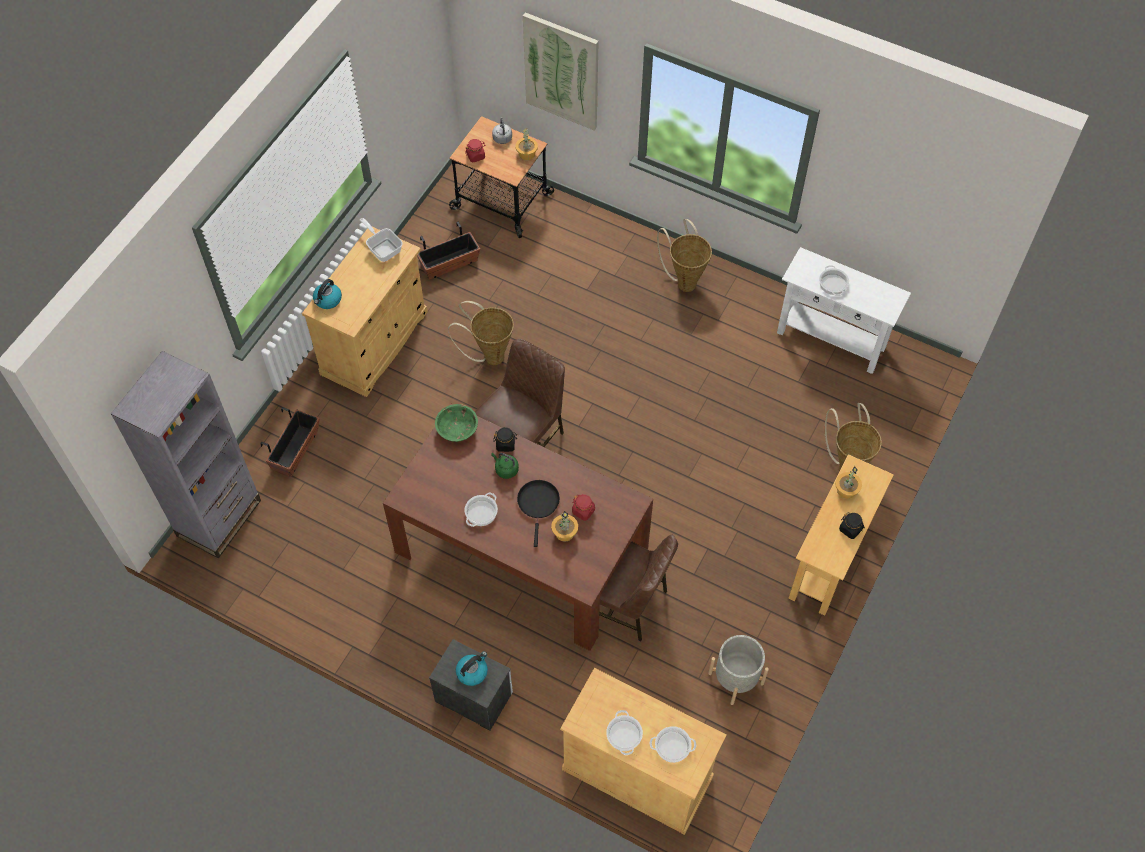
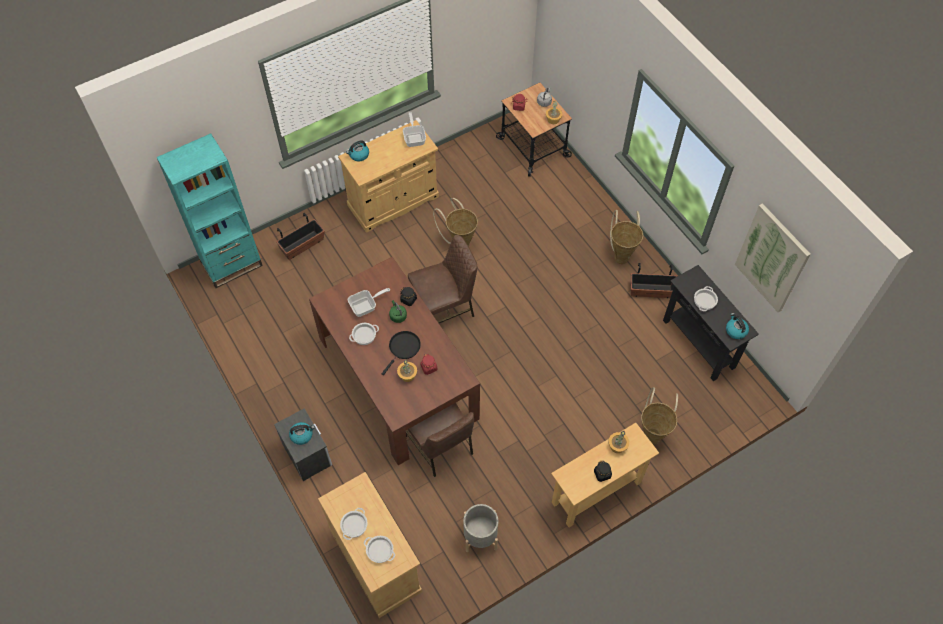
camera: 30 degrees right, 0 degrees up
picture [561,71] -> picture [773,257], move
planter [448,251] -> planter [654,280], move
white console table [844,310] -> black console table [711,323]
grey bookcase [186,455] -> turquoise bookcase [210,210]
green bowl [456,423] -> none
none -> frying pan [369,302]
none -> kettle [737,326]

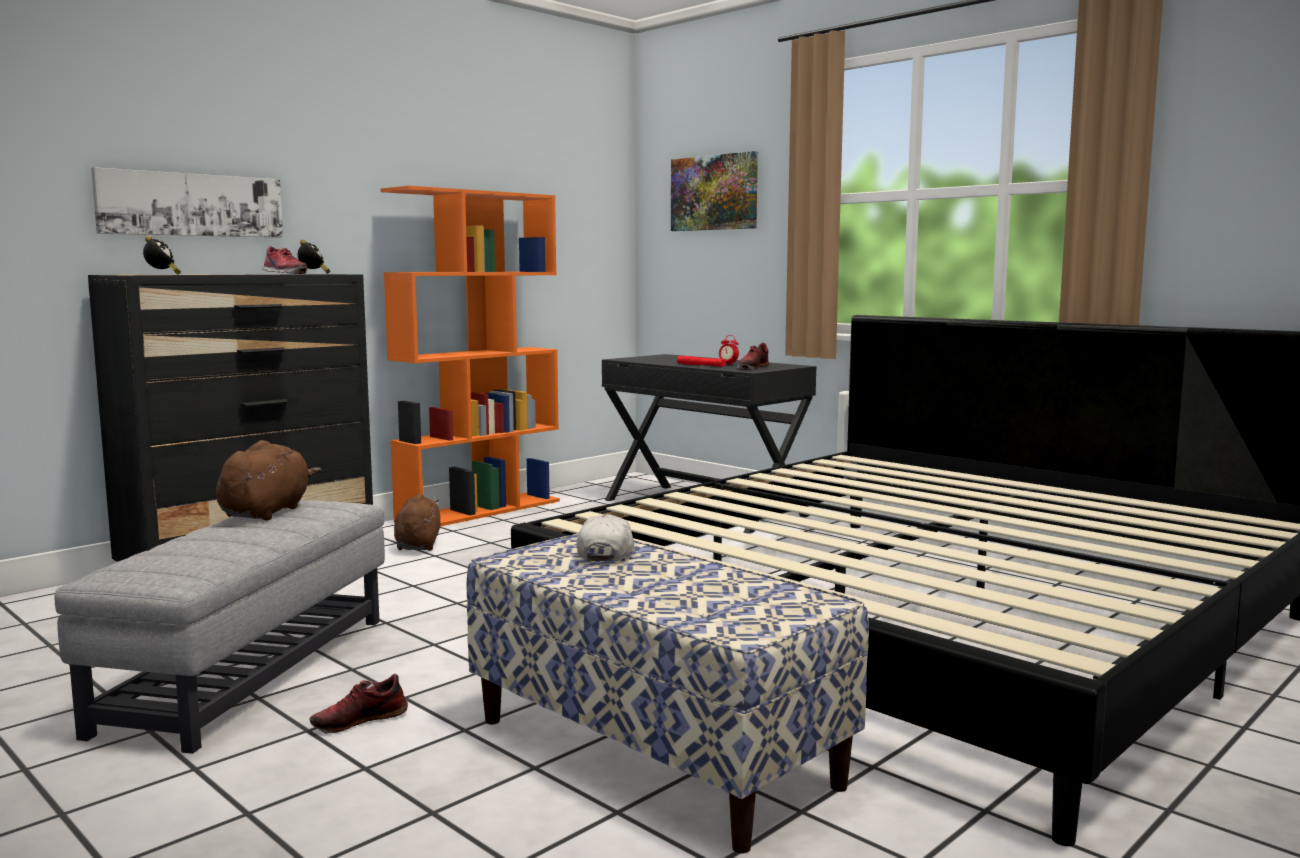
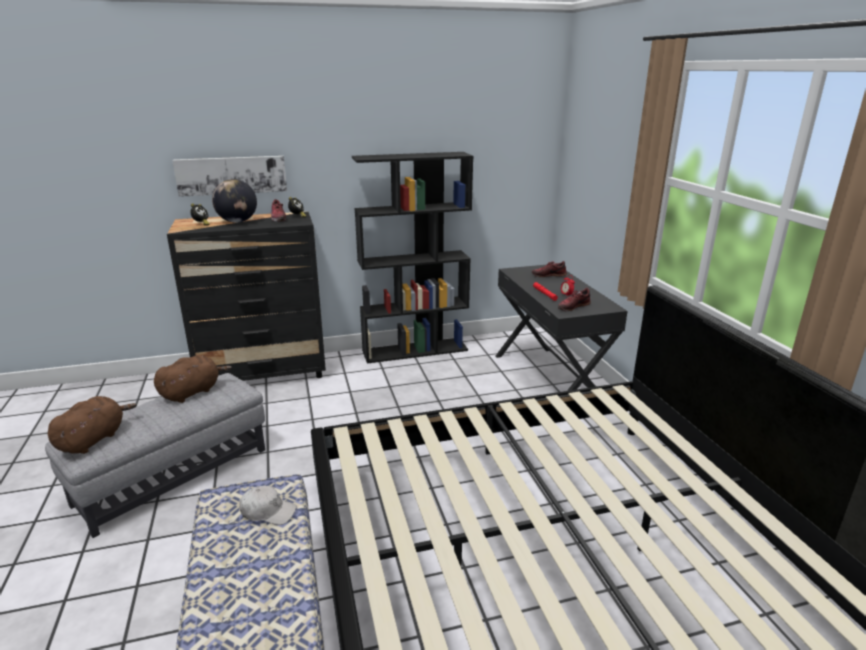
camera: 30 degrees right, 15 degrees up
picture [714,191] -> none
orange bookcase [470,356] -> black bookcase [412,257]
brown plush toy [417,522] -> brown plush toy [92,425], move
white cap [606,537] -> white cap [268,505], 60 degrees clockwise
shoe [358,704] -> shoe [549,269], move
none -> globe [234,201]

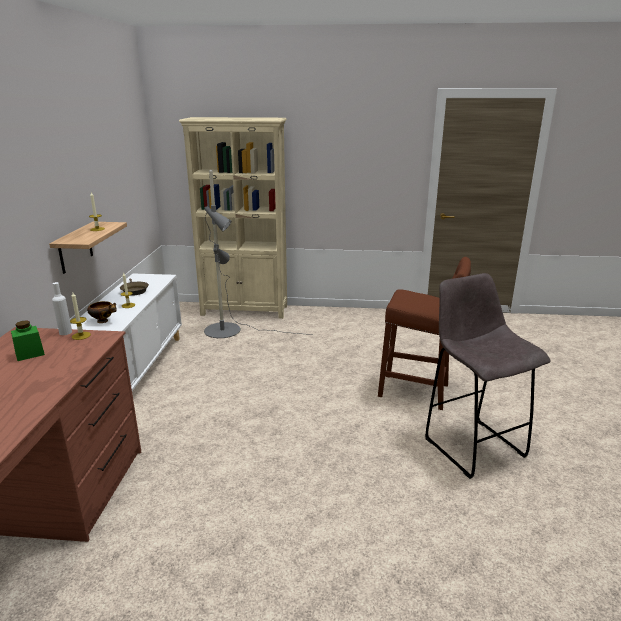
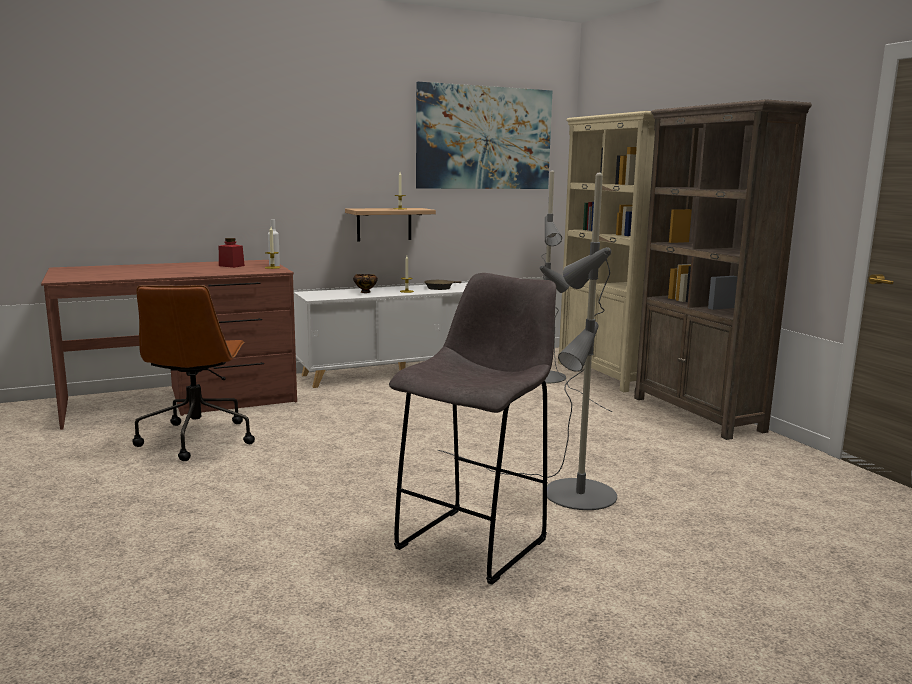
camera: 60 degrees right, 10 degrees down
brown stool [424,333] -> grey floor lamp [527,341]
green jar [28,340] -> red jar [232,253]
none -> picture [484,135]
none -> brown bookcase [723,269]
none -> brown office chair [193,373]

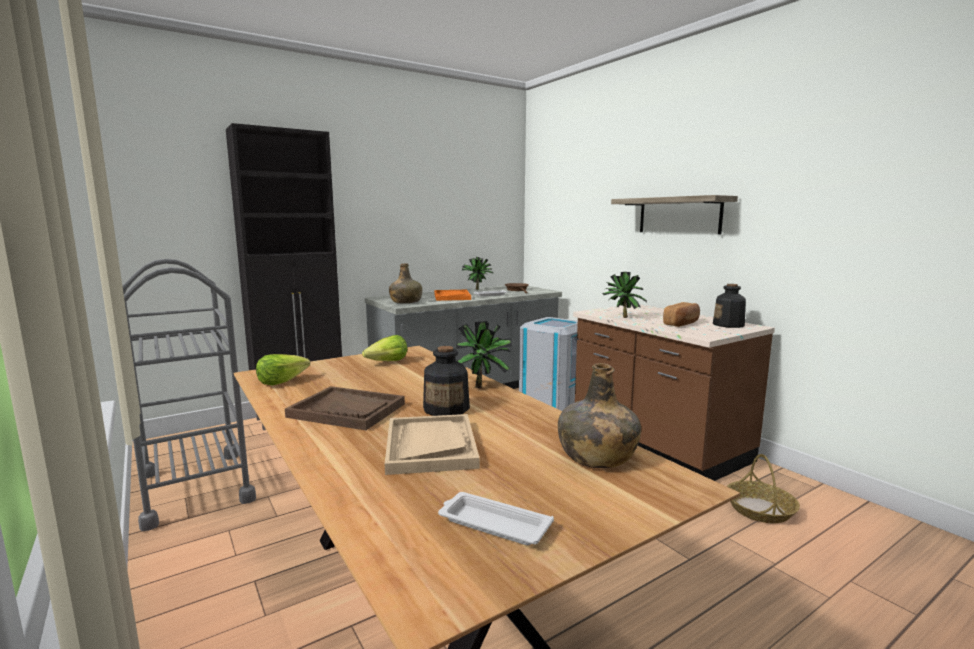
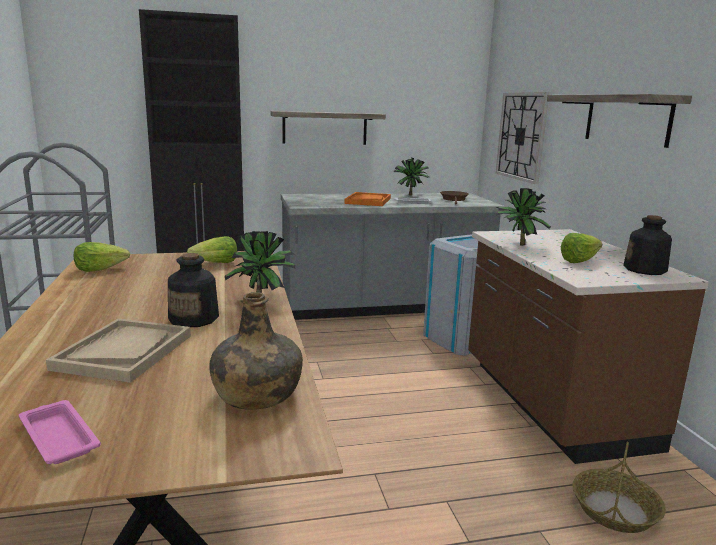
camera: 20 degrees right, 5 degrees up
green bottle [405,283] -> none
bread [681,314] -> lettuce [581,248]
brown tray [345,408] -> none
white tray [496,518] -> pink tray [60,432]
none -> wall clock [522,138]
none -> shelf [328,128]

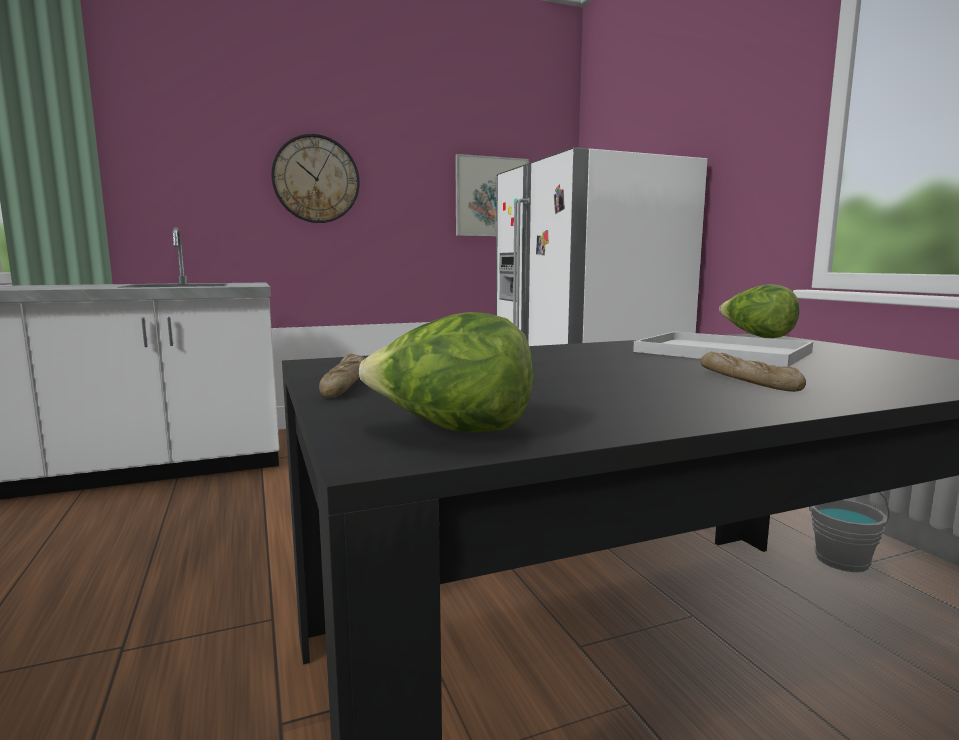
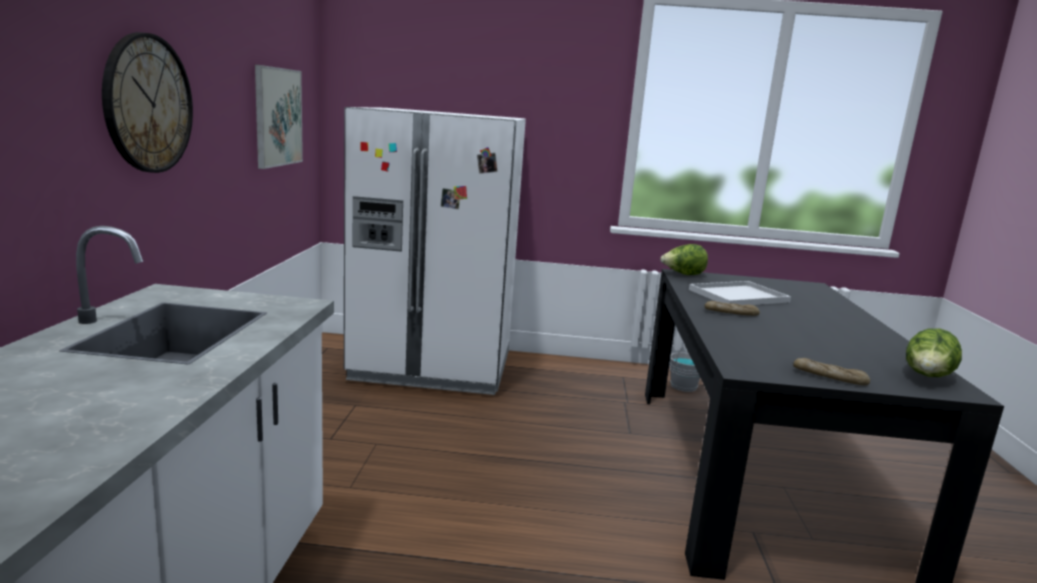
camera: 65 degrees left, 5 degrees up
bread [753,371] -> bread [732,308], move

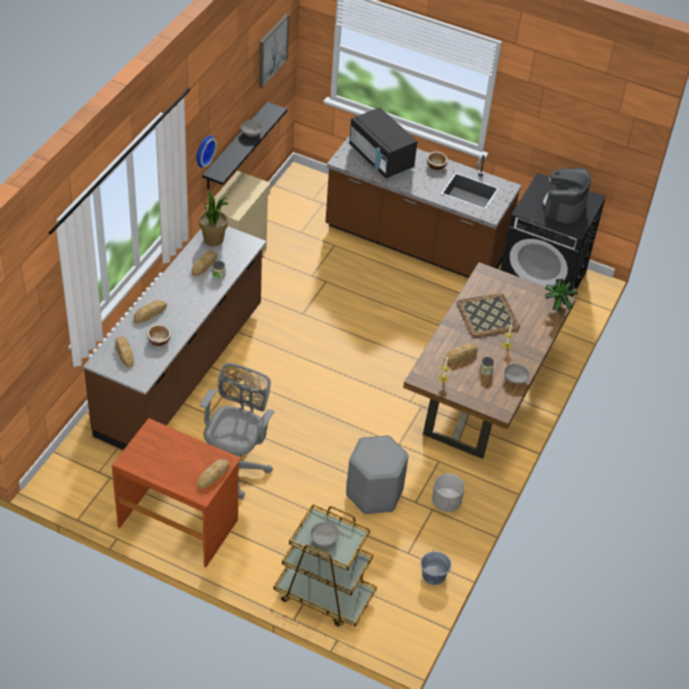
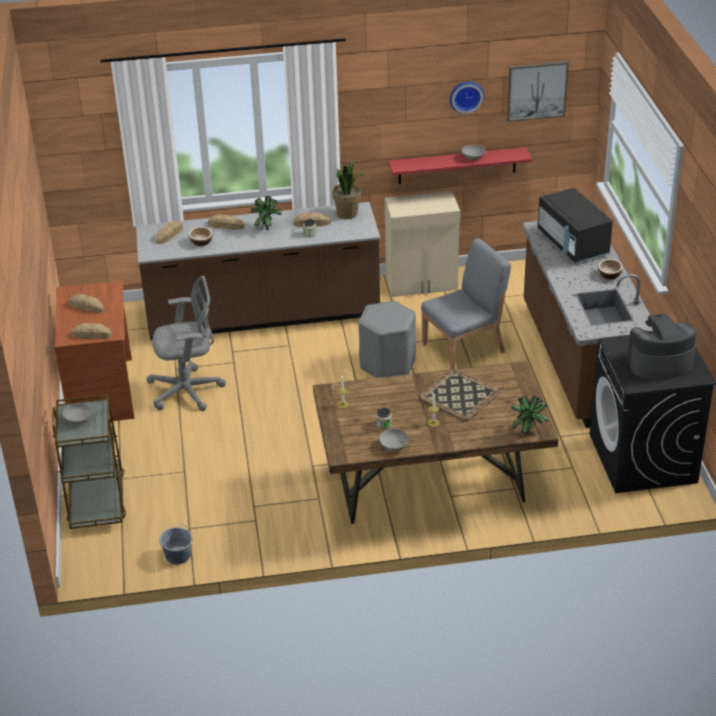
camera: 60 degrees right, 10 degrees down
black shelf [244,146] -> red shelf [460,165]
black microwave [383,142] -> black microwave [575,225], 45 degrees counterclockwise
wall clock [206,152] -> wall clock [467,98], move
bread [461,353] -> bread [86,303], move
grey stool [377,474] -> grey stool [387,339], move
grey planter [448,492] -> none
none -> potted plant [266,213]
none -> grey chair [466,304]

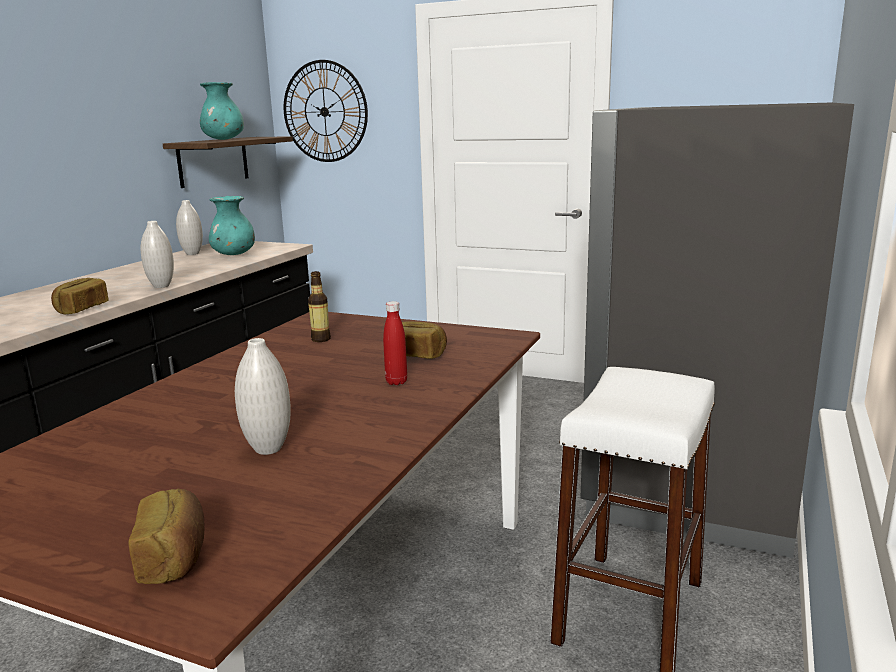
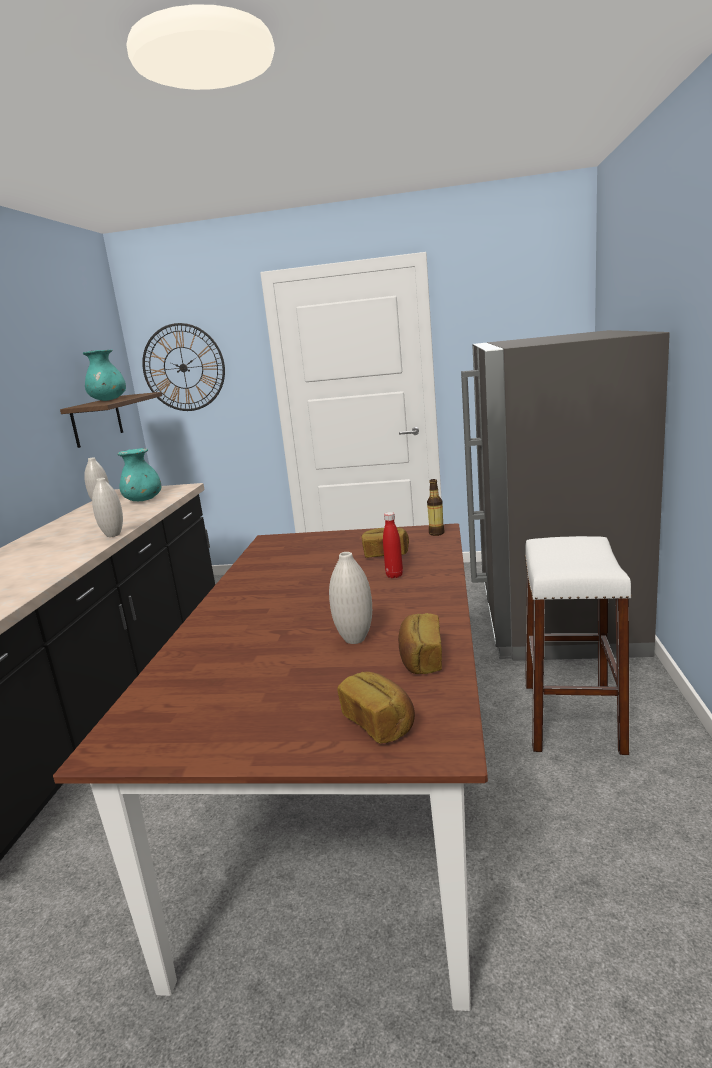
camera: 15 degrees left, 0 degrees up
bottle [319,306] -> bottle [435,507], move
bread [80,296] -> bread [420,643], move

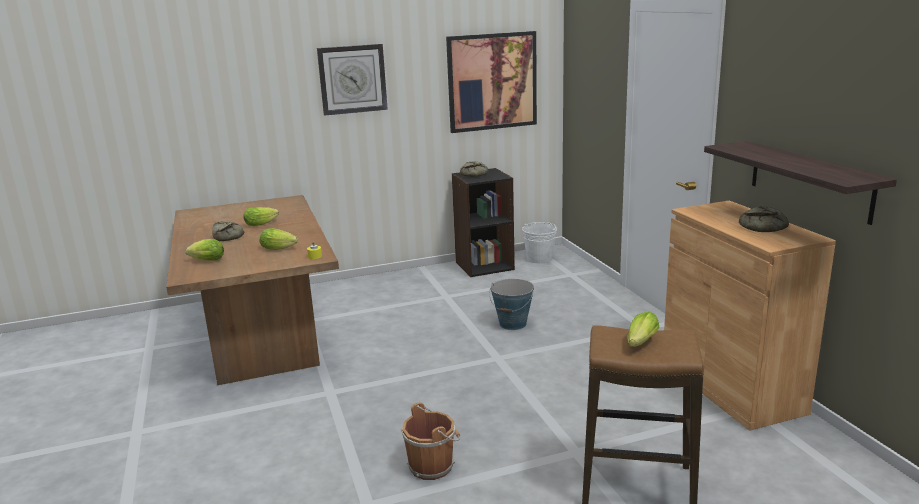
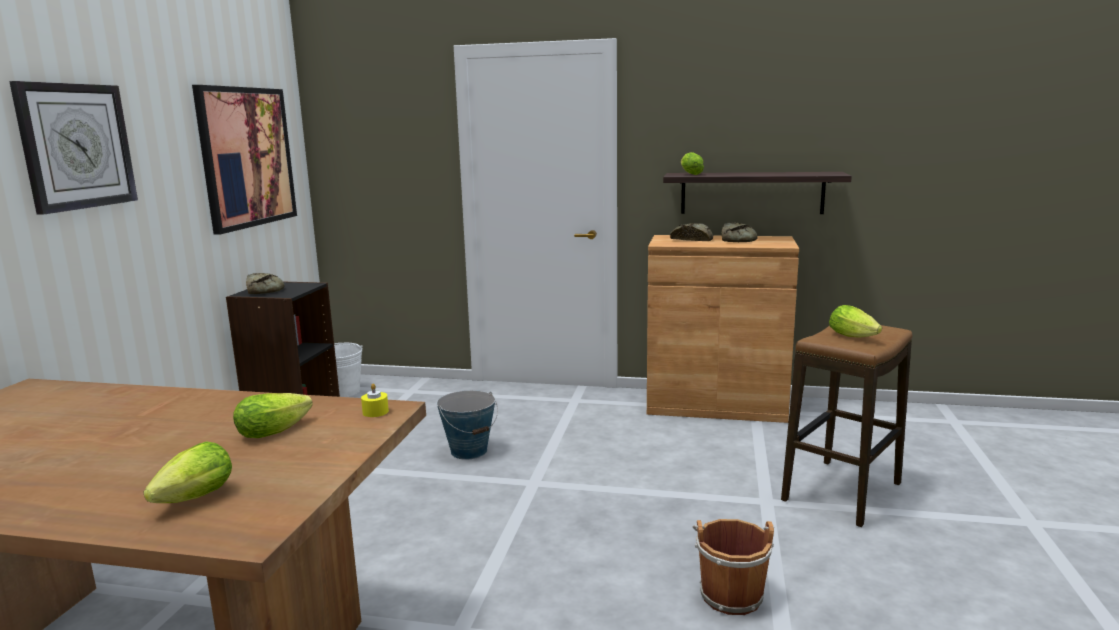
camera: 60 degrees left, 5 degrees down
lettuce [261,216] -> lettuce [692,163], move
bread [228,231] -> bread [691,232], move

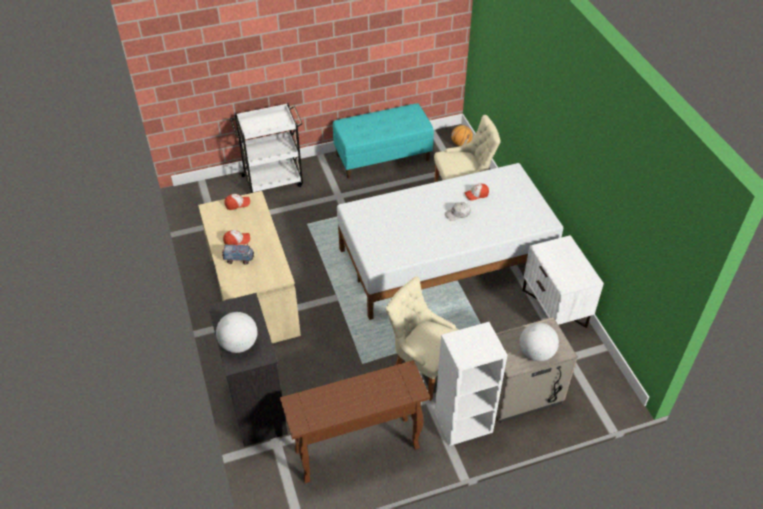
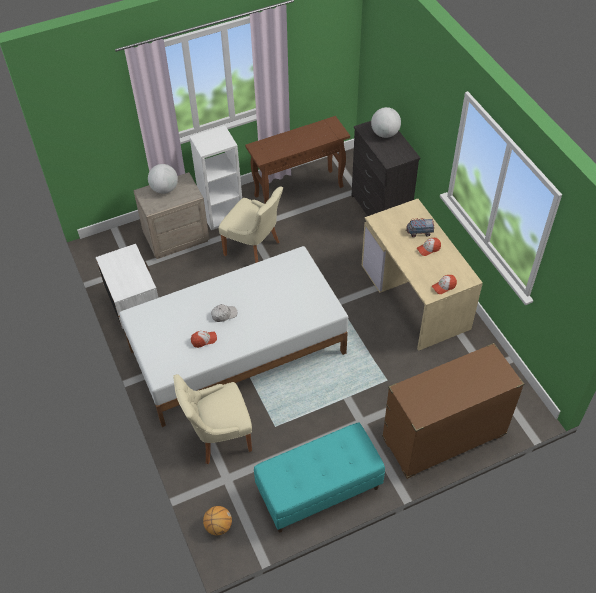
camera: 175 degrees right, 5 degrees up
white cart [266,148] -> brown dresser [453,411]

